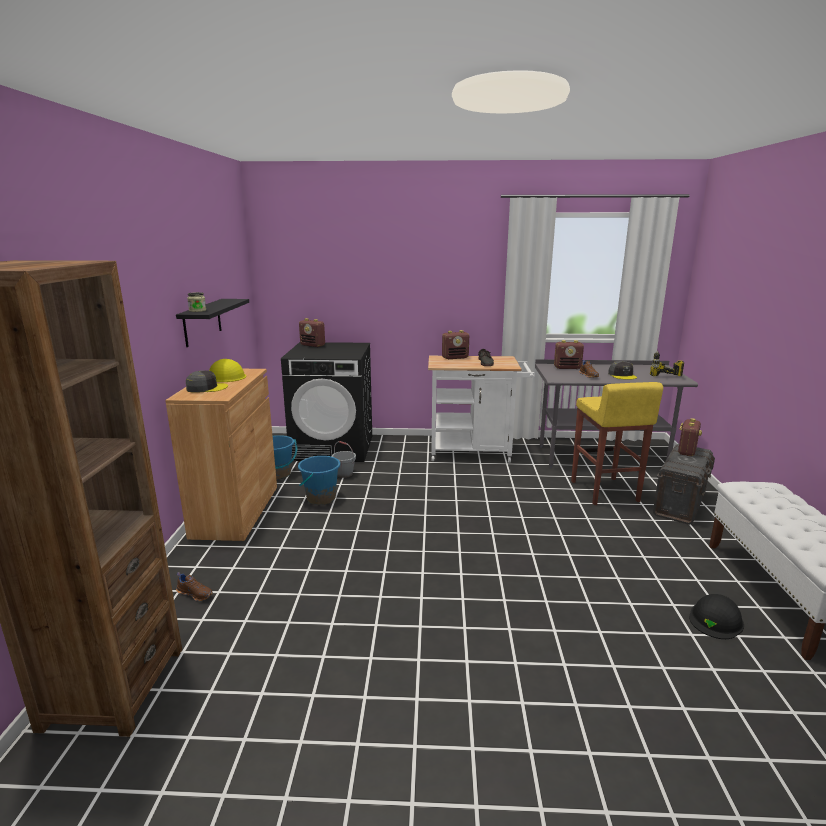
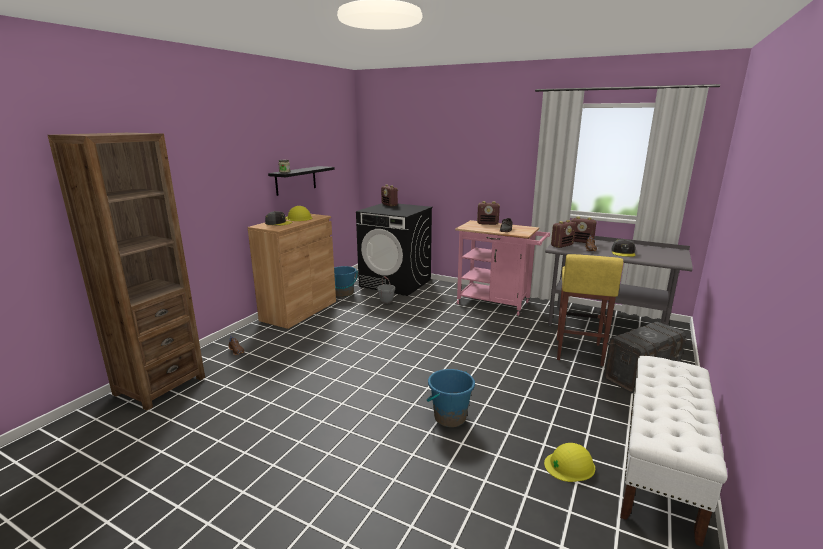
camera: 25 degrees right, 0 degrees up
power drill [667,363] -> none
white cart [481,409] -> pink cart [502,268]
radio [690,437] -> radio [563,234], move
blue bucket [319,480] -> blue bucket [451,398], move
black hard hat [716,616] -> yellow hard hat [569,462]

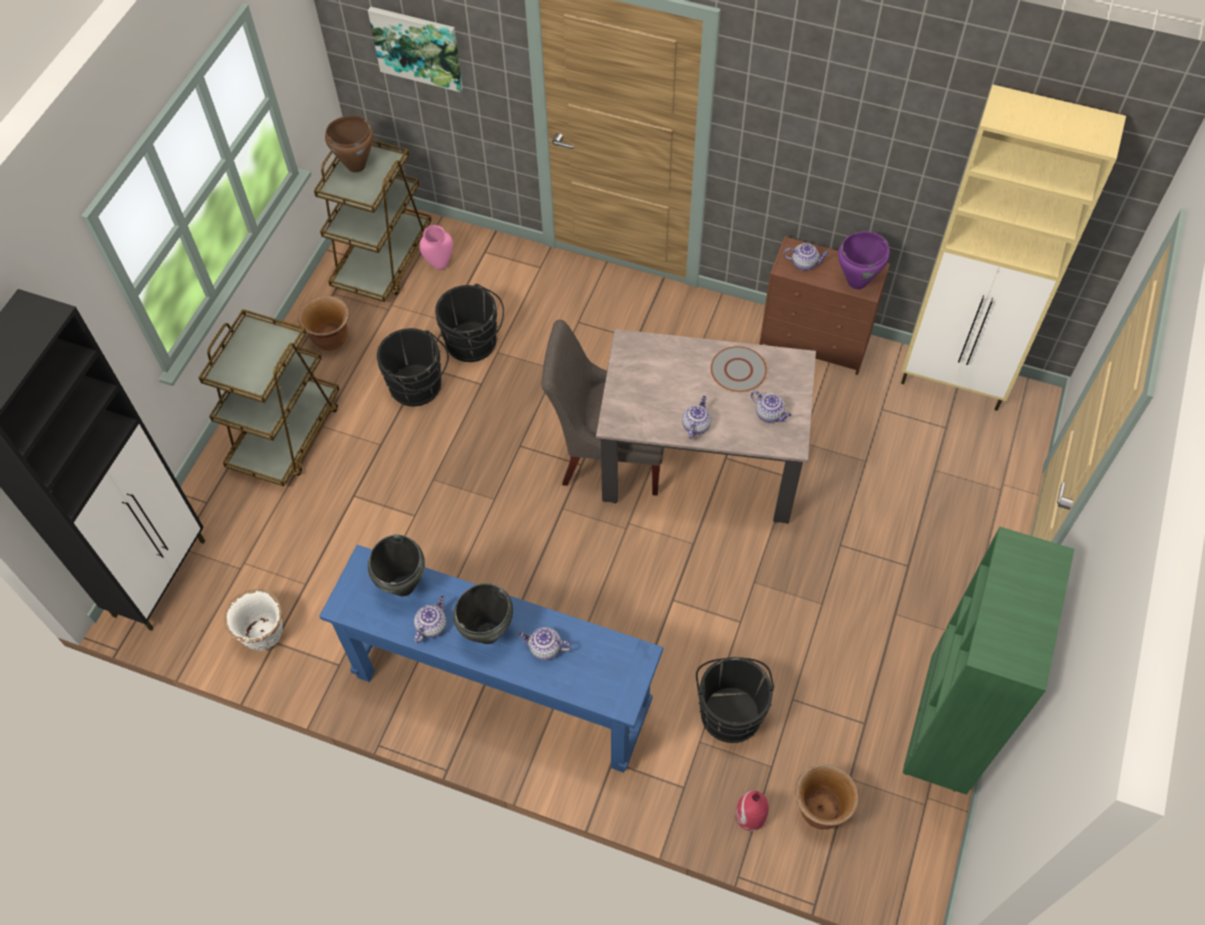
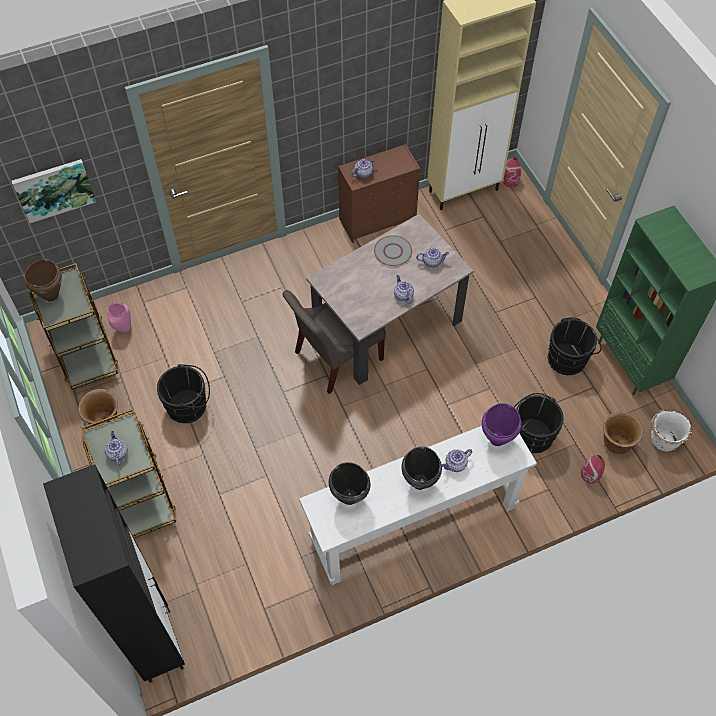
camera: 45 degrees left, 0 degrees up
purple cooking pot [864,260] -> purple cooking pot [501,424], move
black bucket [469,323] -> black bucket [574,346], move
blue console table [491,659] -> white console table [418,505]
white planter [253,620] -> white planter [671,430], move
teapot [430,619] -> teapot [116,448], move
none -> red vase [512,172]

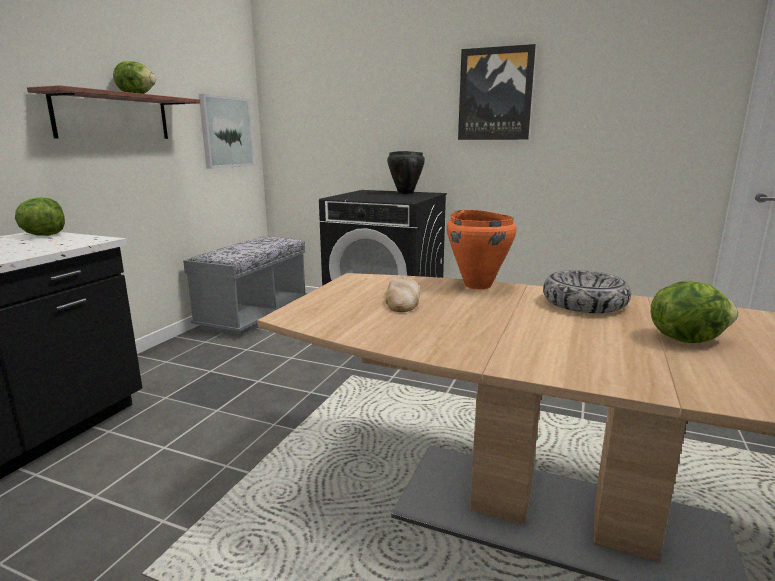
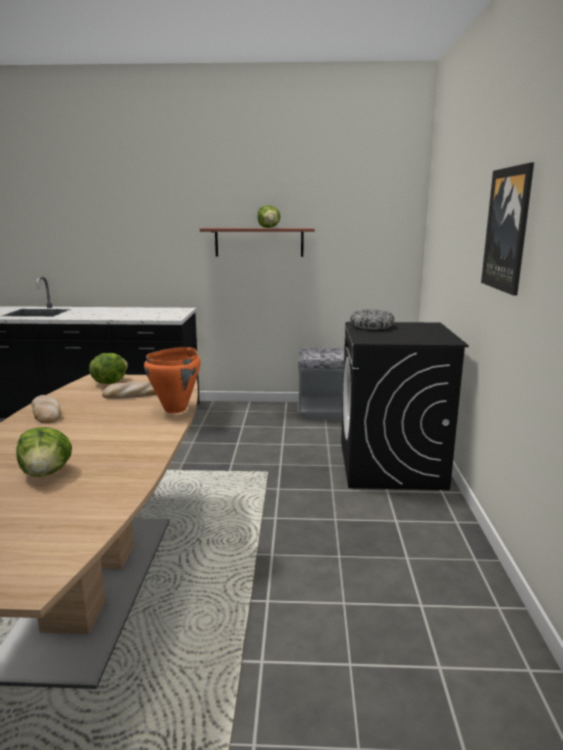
camera: 70 degrees right, 0 degrees up
picture [226,131] -> none
black cooking pot [406,172] -> none
lettuce [40,216] -> lettuce [108,368], move
bowl [587,291] -> bowl [372,320], move
none -> bread [46,409]

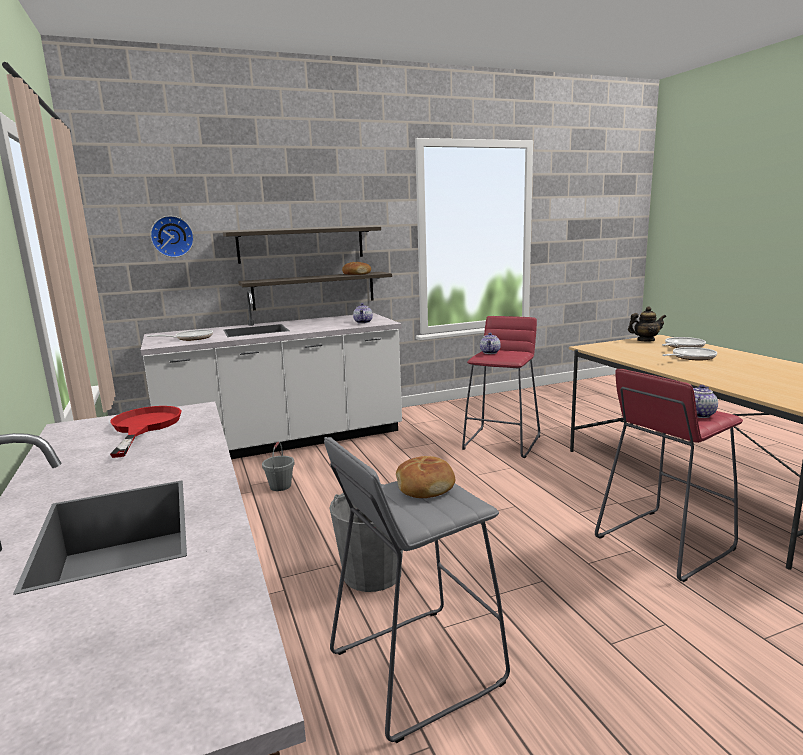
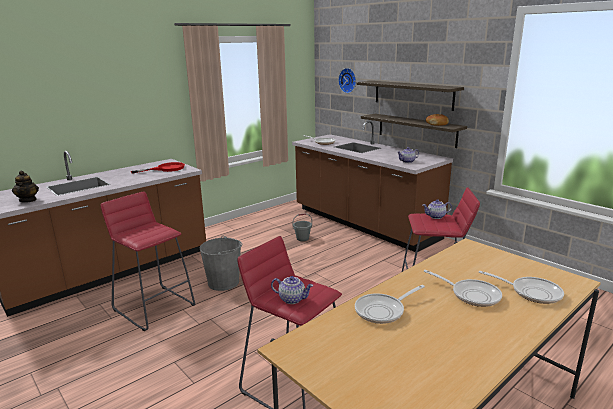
camera: 70 degrees right, 5 degrees up
white counter [271,374] -> brown counter [372,186]
teapot [647,324] -> teapot [25,187], move
grey stool [417,590] -> red stool [148,261]
bread [425,477] -> none
none -> frying pan [390,304]

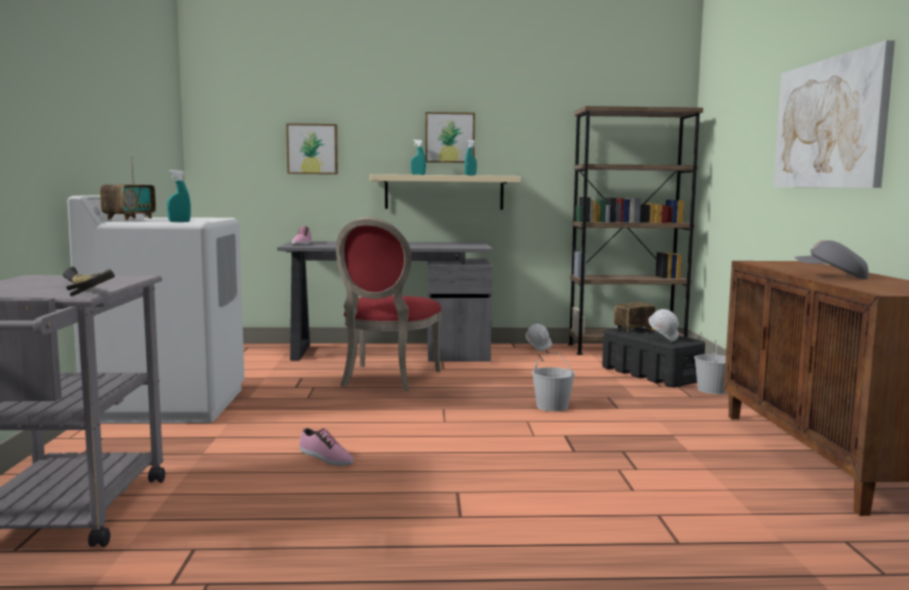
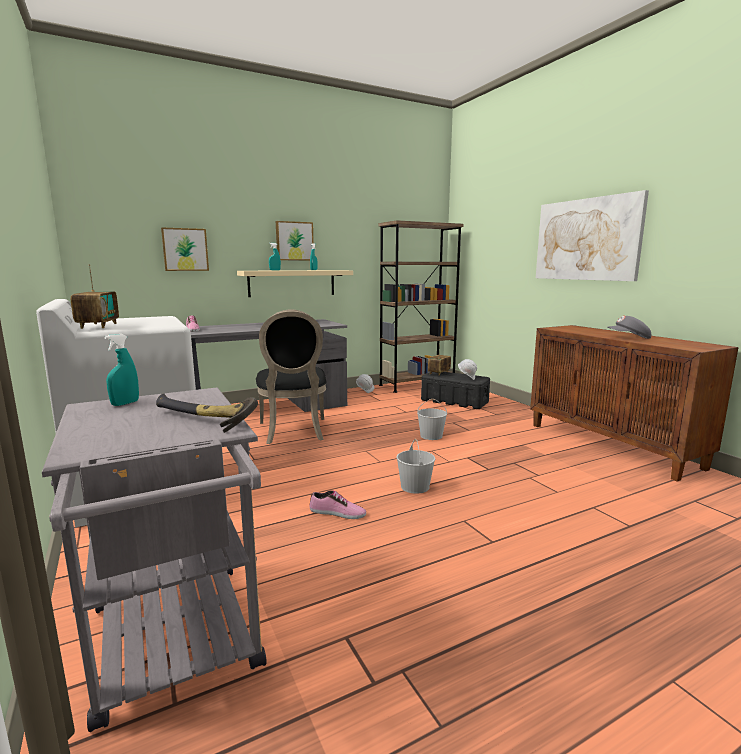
camera: 25 degrees left, 5 degrees up
turquoise spray bottle [179,196] -> turquoise spray bottle [121,370], move
red chair [389,304] -> black chair [291,376]
white bucket [711,367] -> white bucket [416,466], move

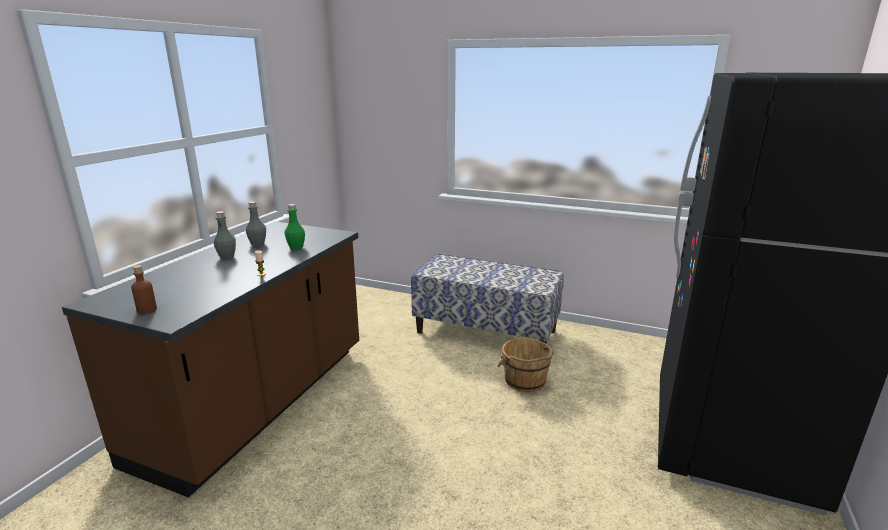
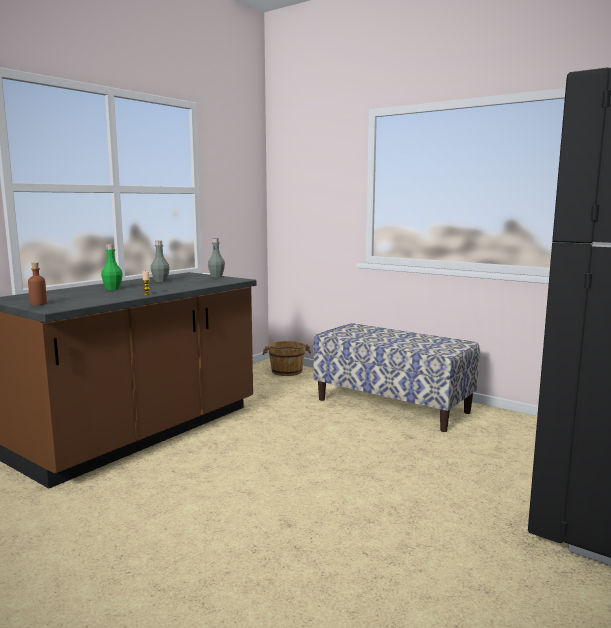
camera: 15 degrees right, 10 degrees down
green bottle [294,227] -> green bottle [112,267], move
grey bottle [225,235] -> grey bottle [216,257], move
brown bucket [525,365] -> brown bucket [286,358], move

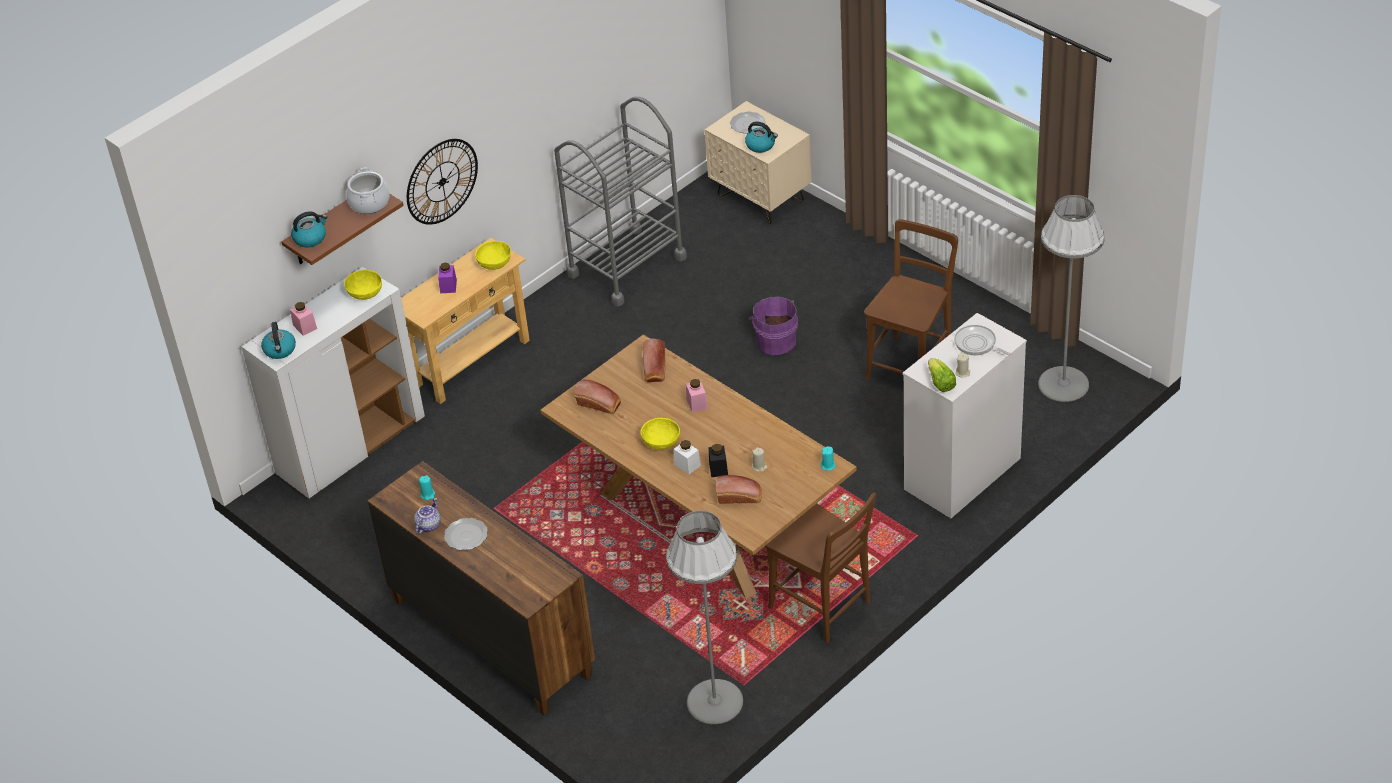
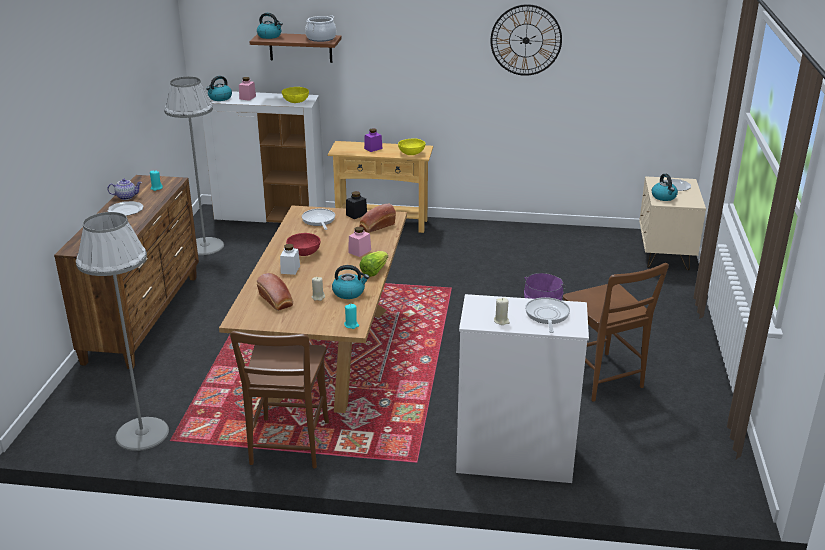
camera: 50 degrees right, 15 degrees down
grey cart [620,202] -> none
wall clock [442,182] -> wall clock [526,40], move
grey floor lamp [1071,298] -> grey floor lamp [194,165], move
brown chair [911,299] -> brown chair [616,332], 75 degrees clockwise
lettuce [942,375] -> lettuce [373,264], move
bread [598,396] -> frying pan [318,219]
yellow bowl [660,434] -> red bowl [303,244]
black jar [718,460] -> black jar [356,205], move
none -> kettle [350,282]

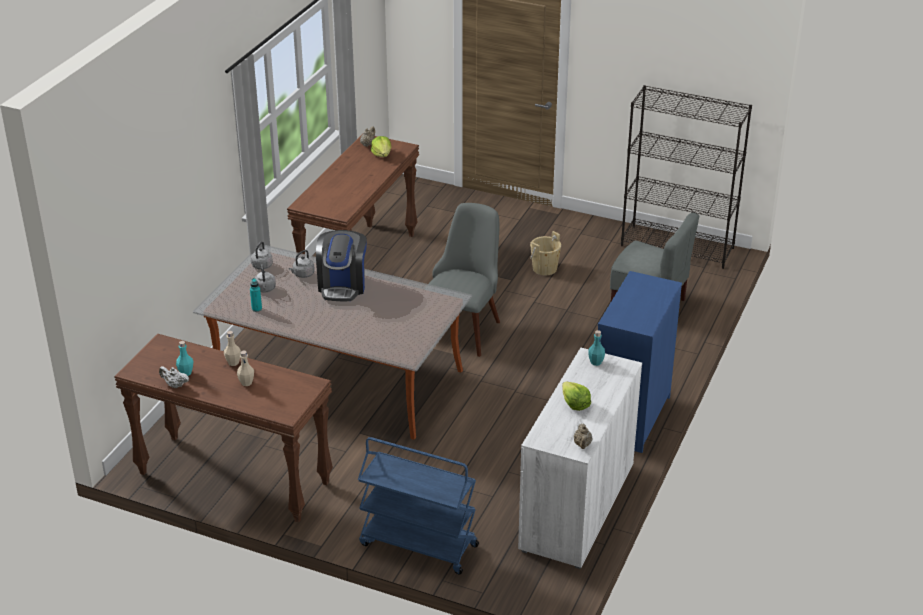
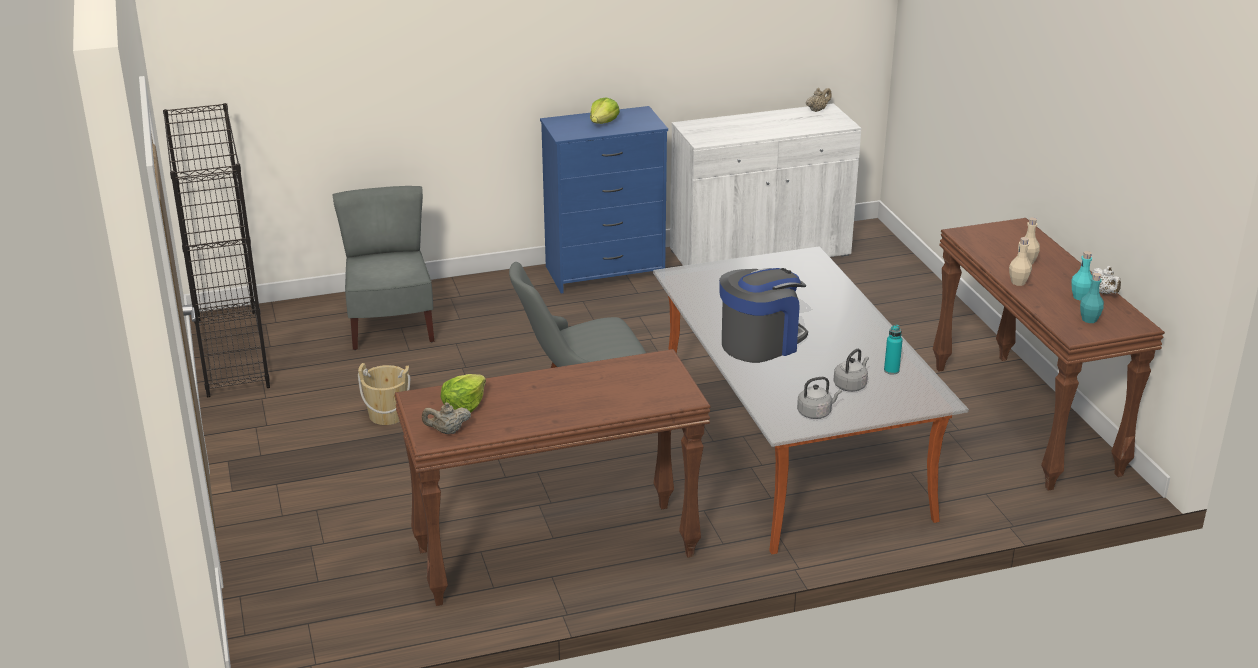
camera: 130 degrees left, 5 degrees down
grey kettle [302,264] -> none
turquoise bottle [596,348] -> turquoise bottle [1092,298], move
lettuce [576,396] -> lettuce [605,111], move
blue cart [418,506] -> none

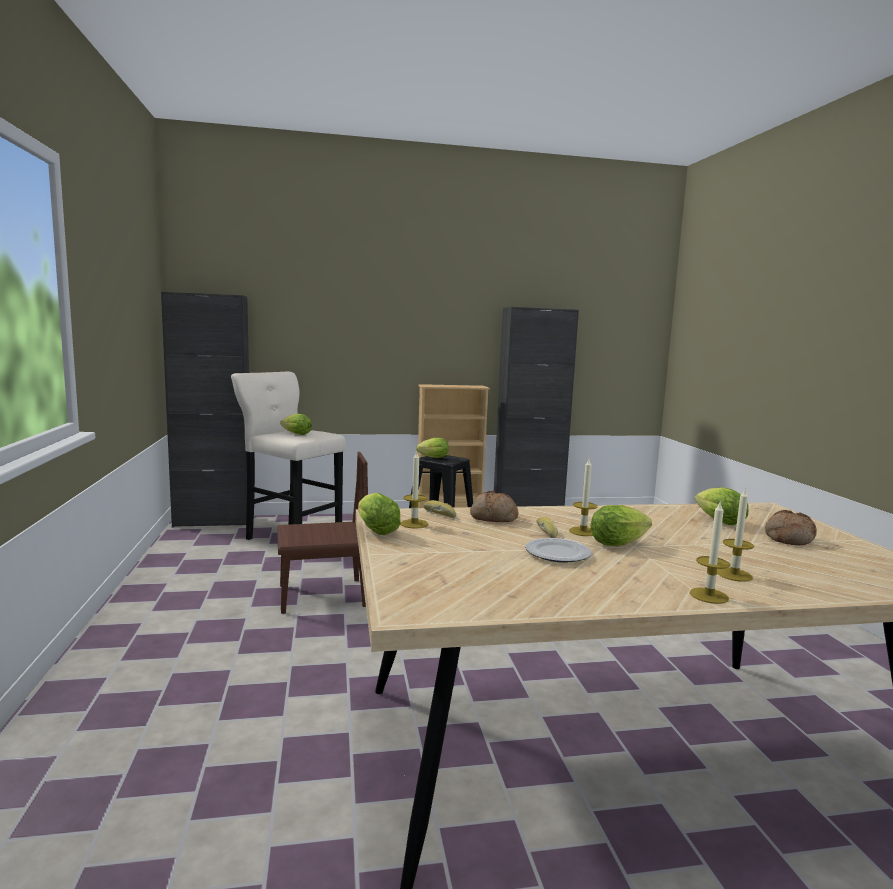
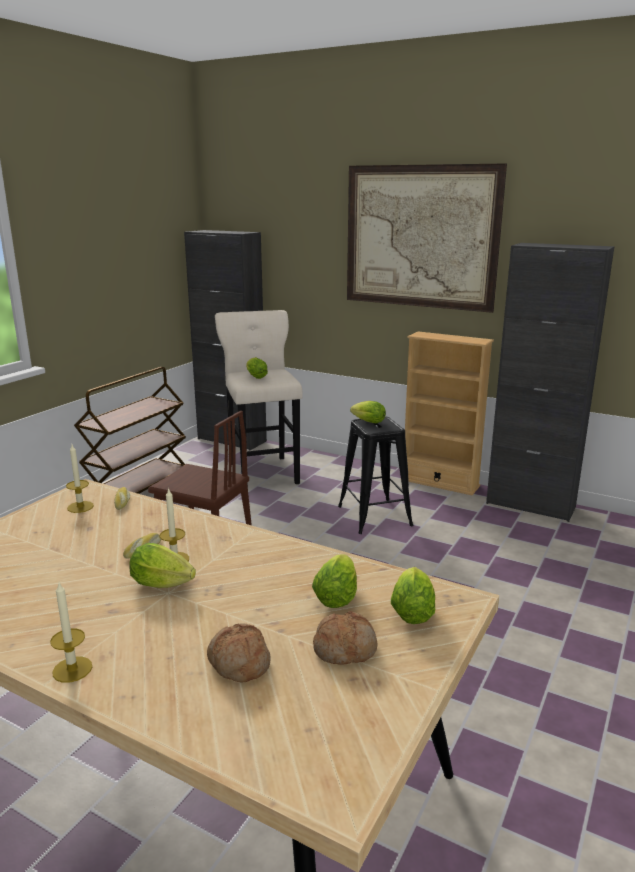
camera: 40 degrees right, 10 degrees up
candle [735,534] -> none
bread [494,506] -> bread [239,652], move
lettuce [379,514] -> lettuce [413,595], move
plate [558,550] -> none
none -> picture [427,238]
none -> brown cart [130,430]

